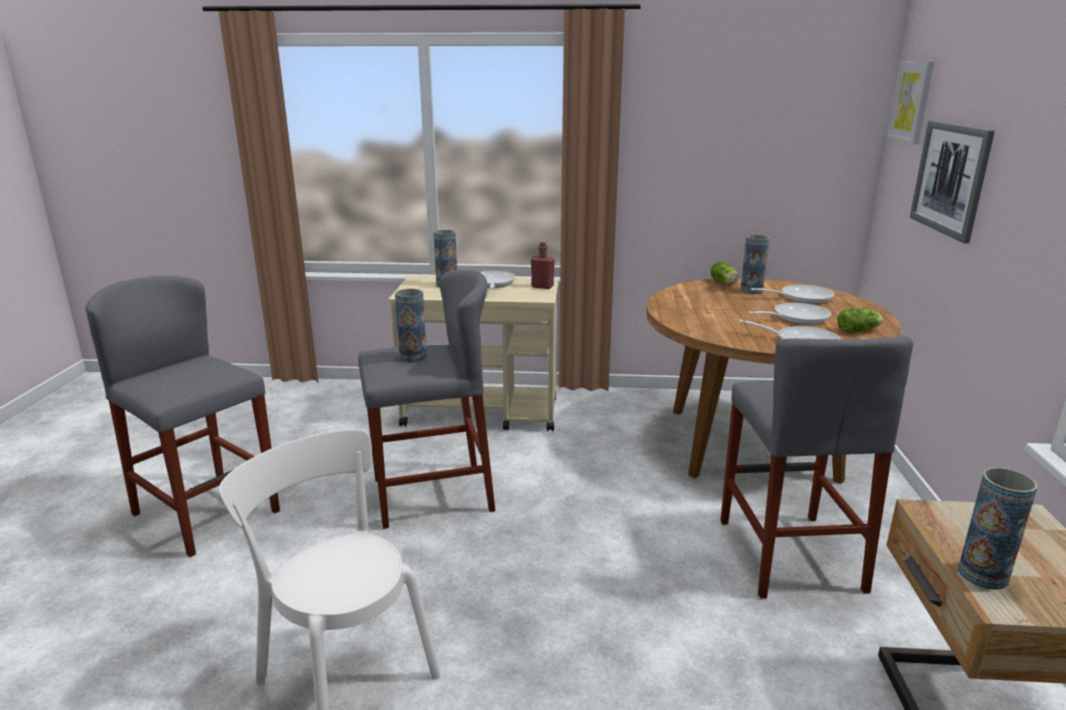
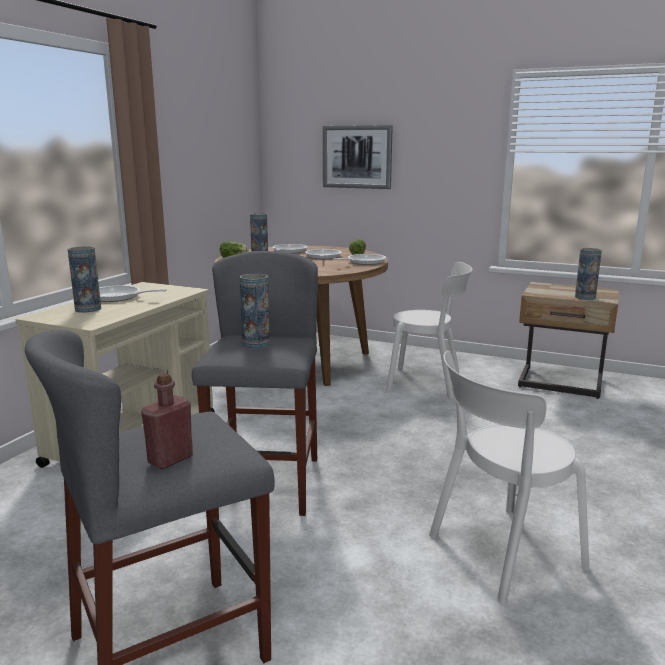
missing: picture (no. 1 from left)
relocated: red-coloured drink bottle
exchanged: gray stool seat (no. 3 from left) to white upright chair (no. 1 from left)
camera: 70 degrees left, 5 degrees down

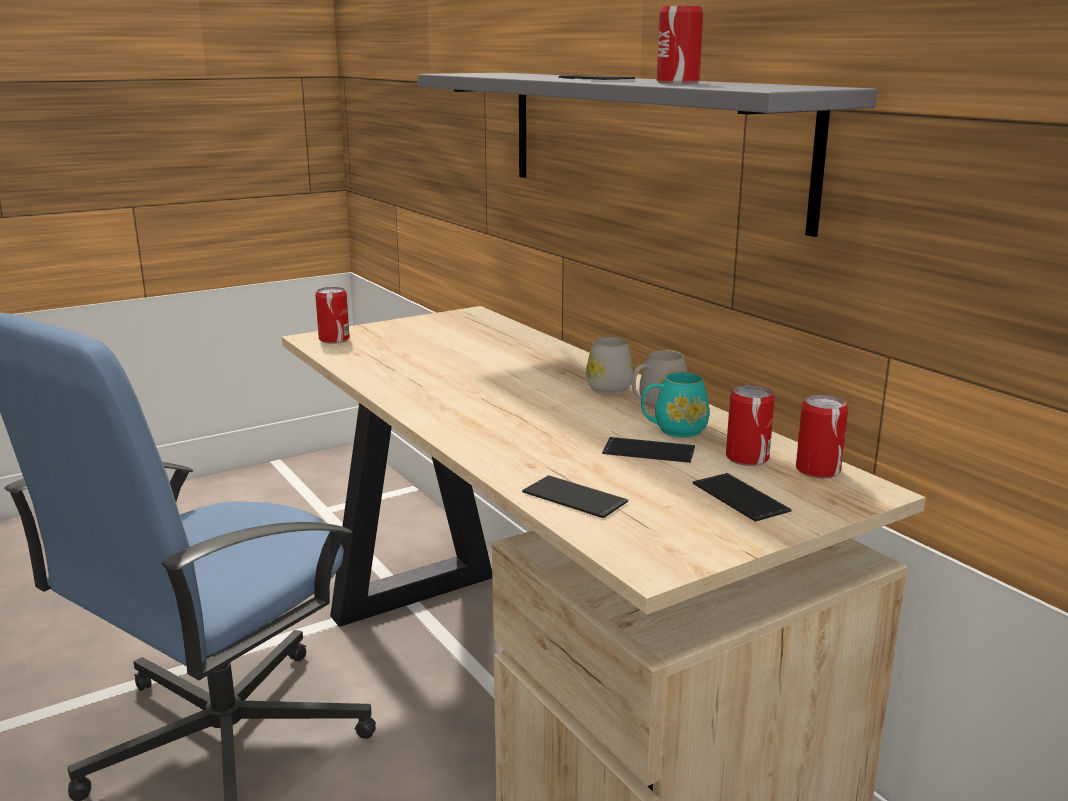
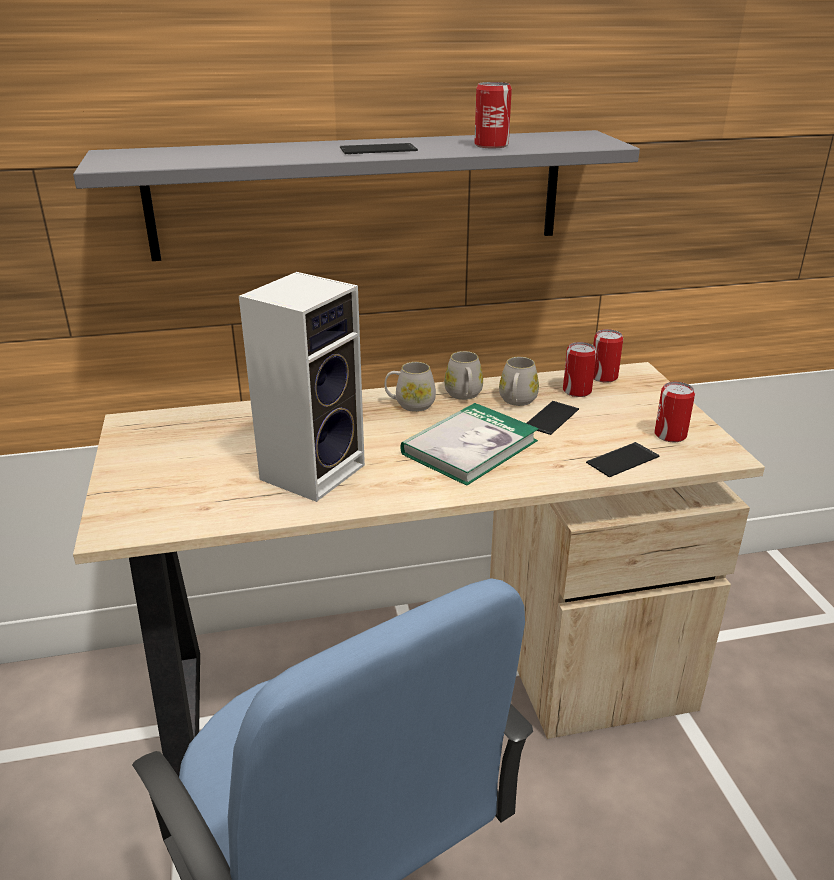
missing: telephone (no. 4 from left)
appeared: speaker; book
relocated: sealed can (no. 1 from left in the first image) to sealed can (no. 4 from left)
colour: turquoise tea mug to white tea mug (no. 3 from left)
camera: 70 degrees left, 10 degrees up

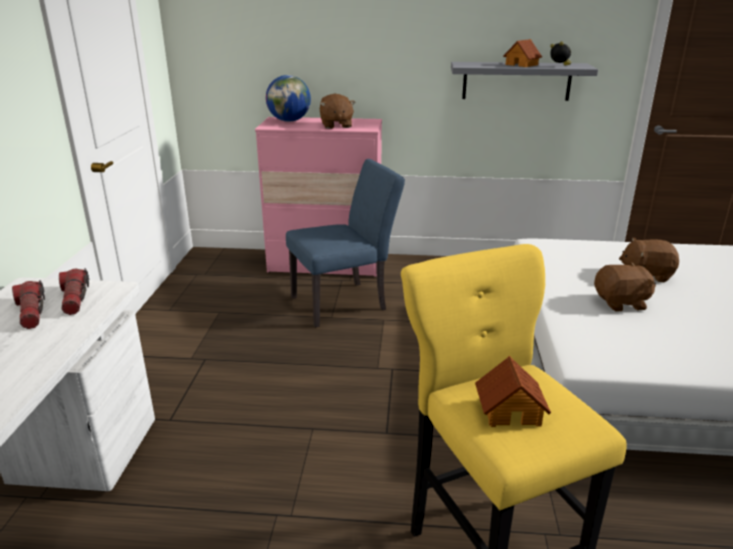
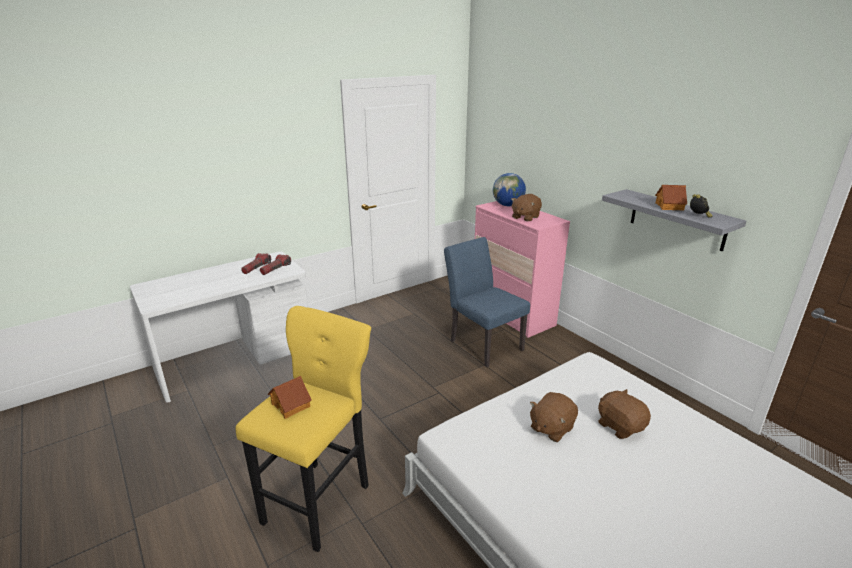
spun: blue upright chair 150 degrees counterclockwise; brown plush toy (no. 2 from left) 90 degrees clockwise
camera: 50 degrees right, 0 degrees up

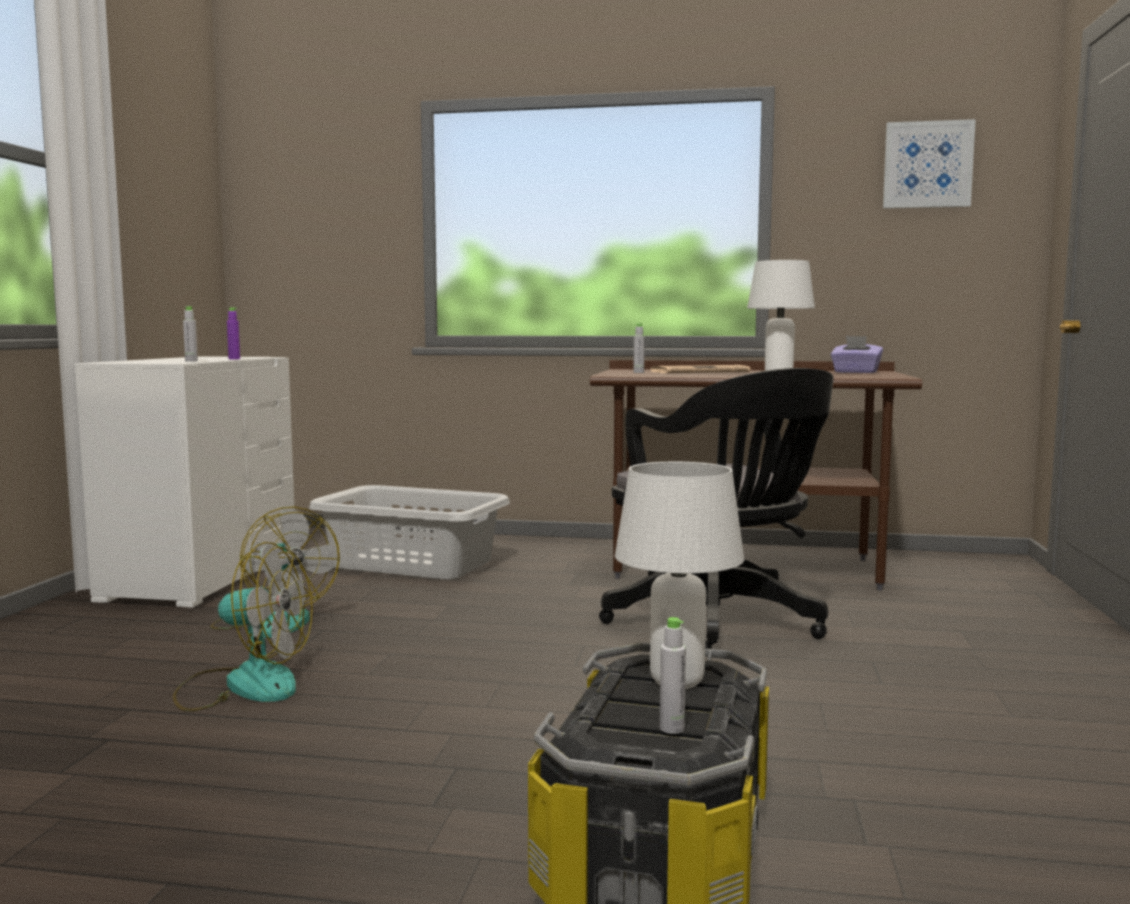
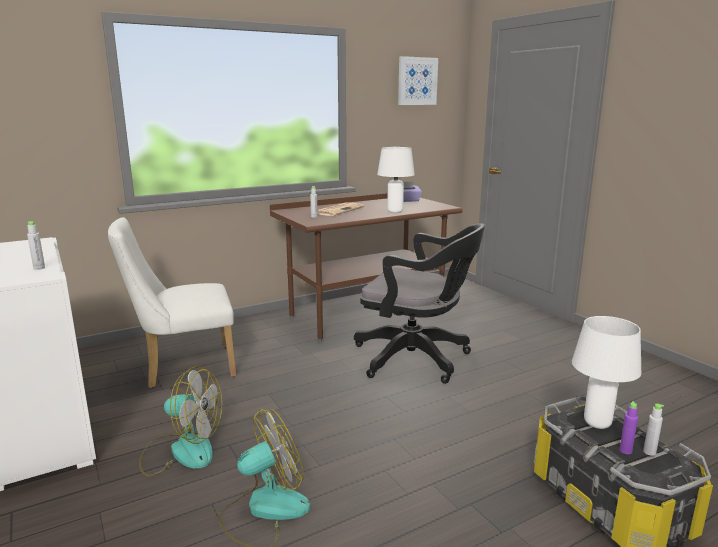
relocated: purple-coloured drink bottle
exchanged: gray laundry basket to white upright chair
camera: 40 degrees left, 10 degrees up

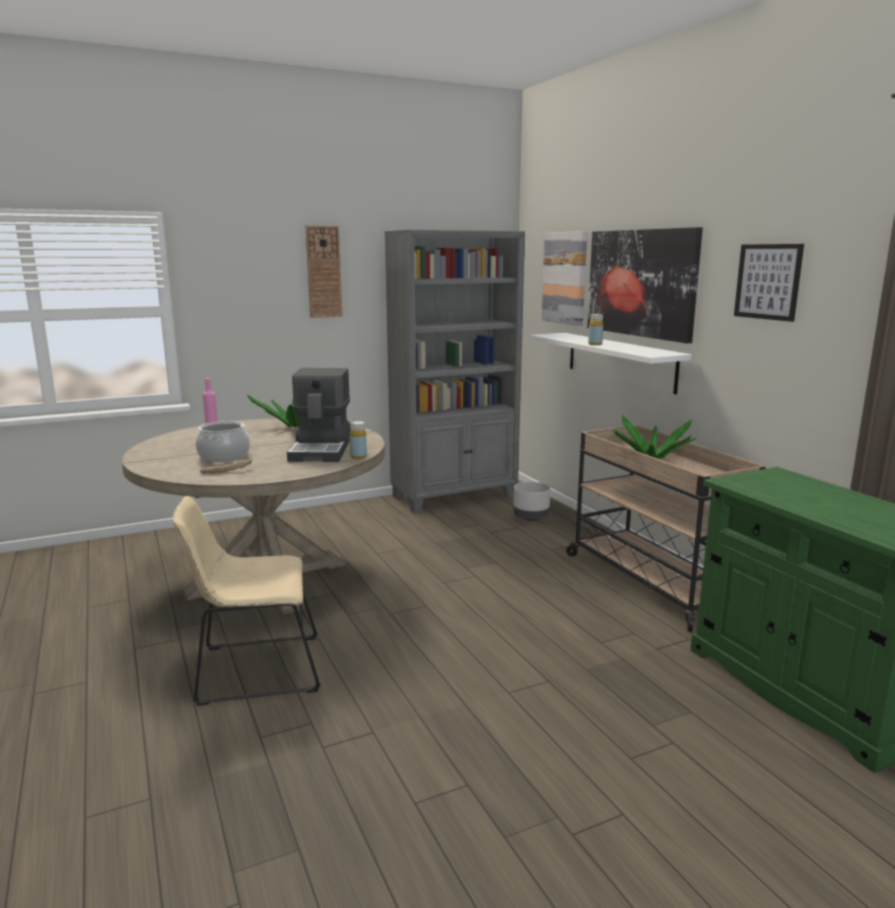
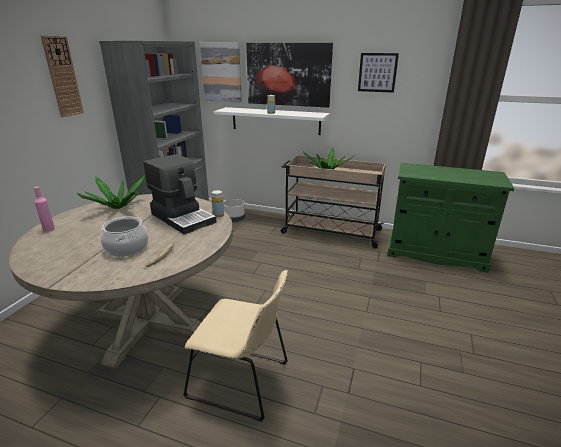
spun: beige upright chair 105 degrees counterclockwise
camera: 45 degrees left, 10 degrees up

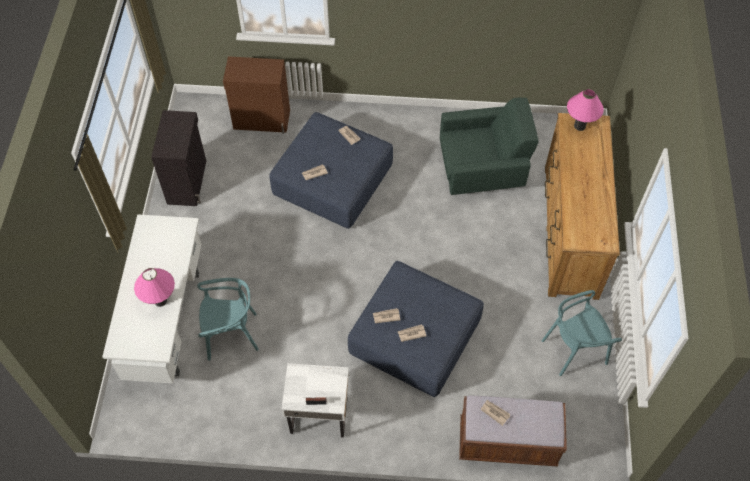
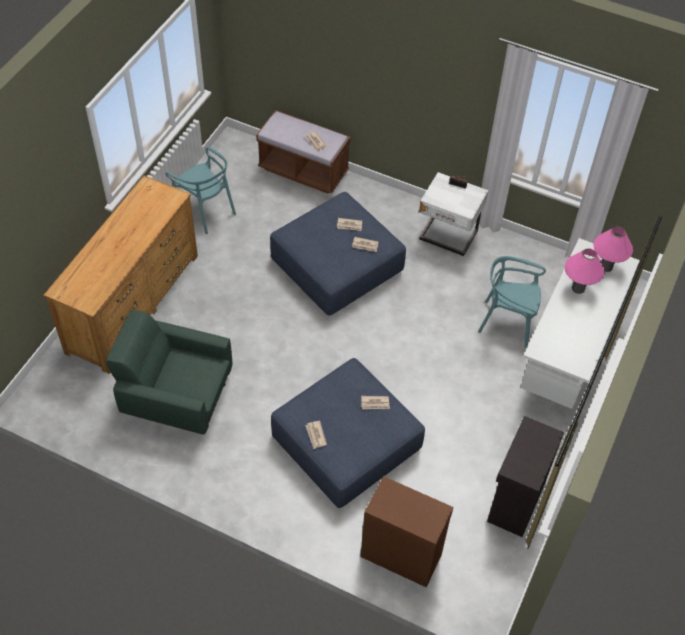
relocated: pink-coloured tabletop lamp (no. 2 from left)
spun: turquoise upright chair (no. 2 from left in the first image) 45 degrees clockwise
camera: 160 degrees left, 5 degrees down

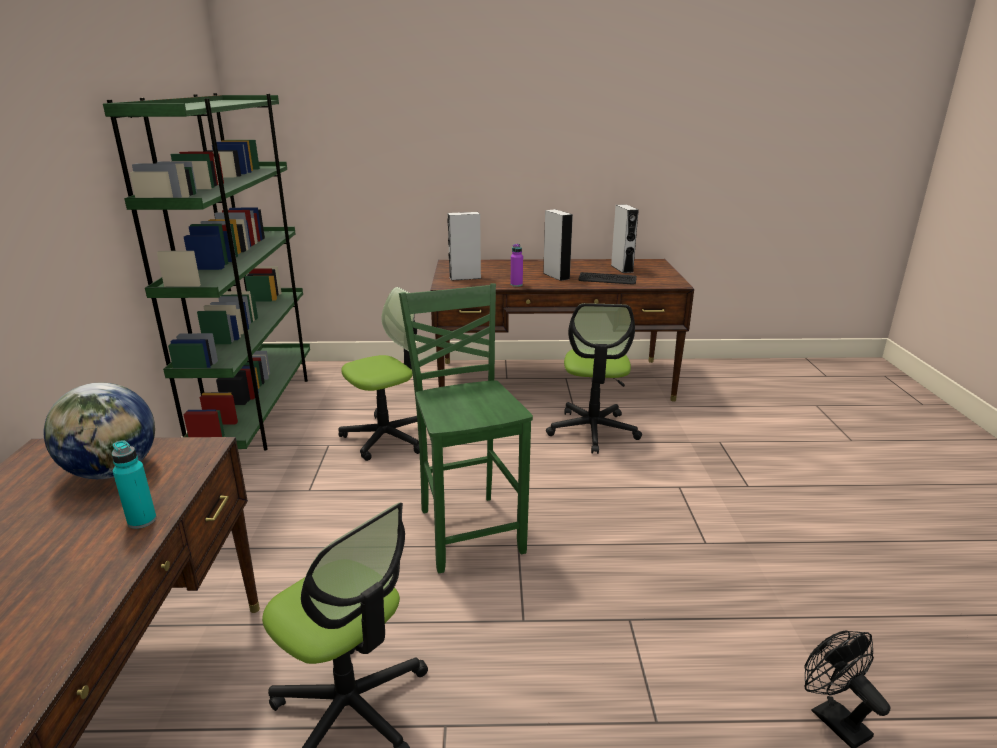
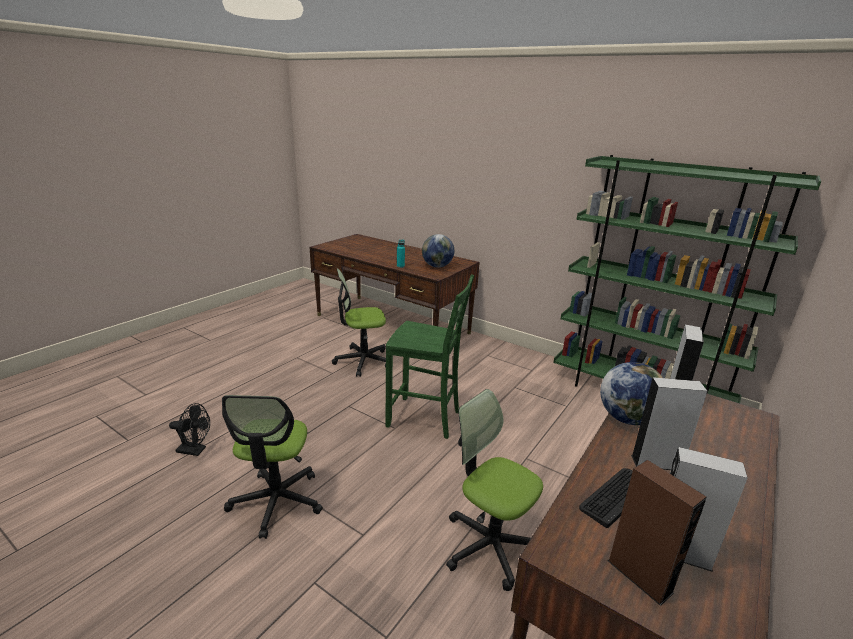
appeared: brown speaker
relocated: desk chair (no. 2 from left in the first image) to desk chair (no. 1 from left)
exchanged: purple-coloured drink bottle to desk globe (no. 2 from left)
camera: 125 degrees right, 0 degrees up

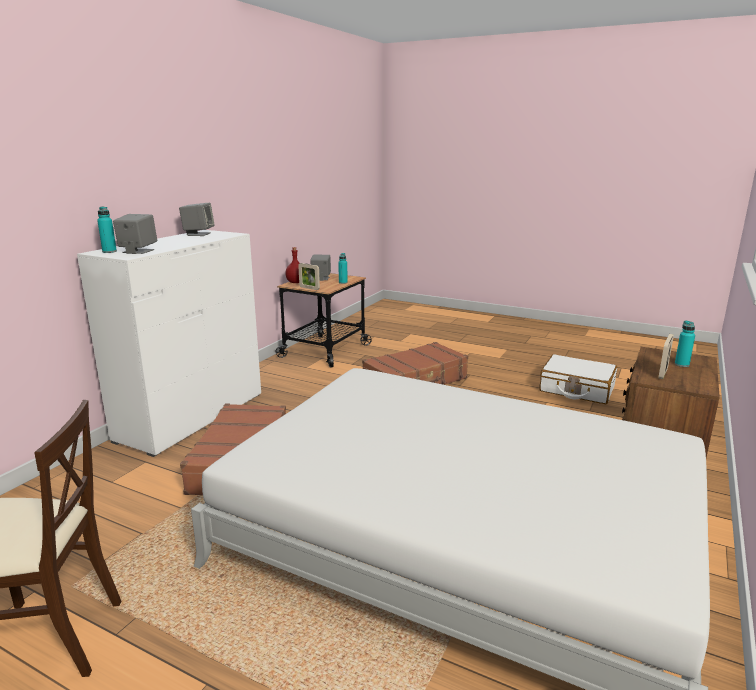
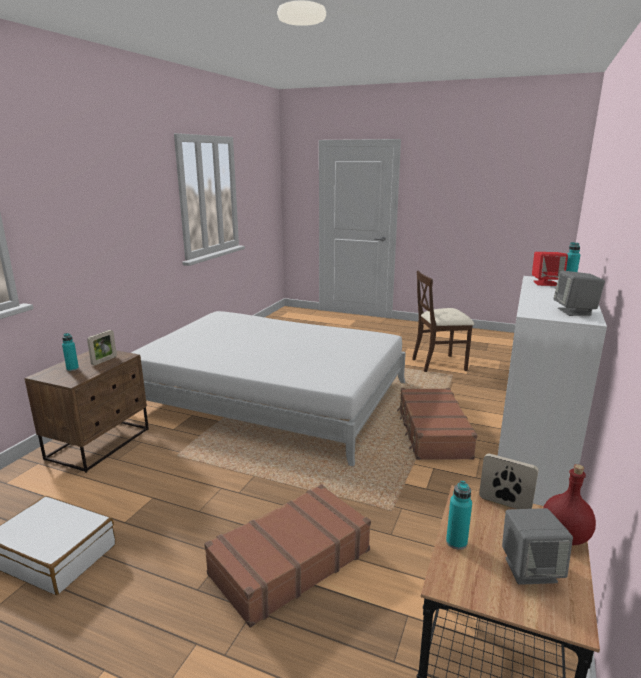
colour: gray speaker (no. 1 from left) to red-coloured speaker
camera: 175 degrees right, 0 degrees up

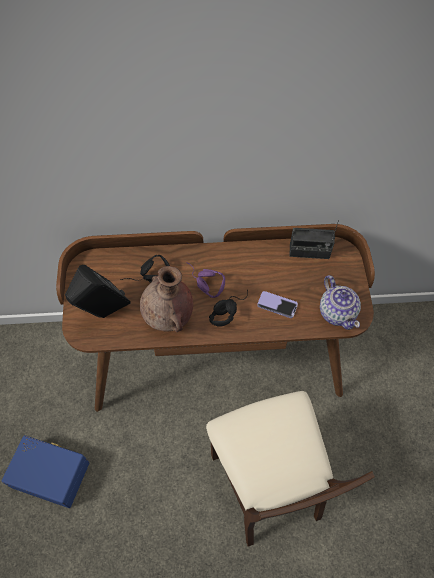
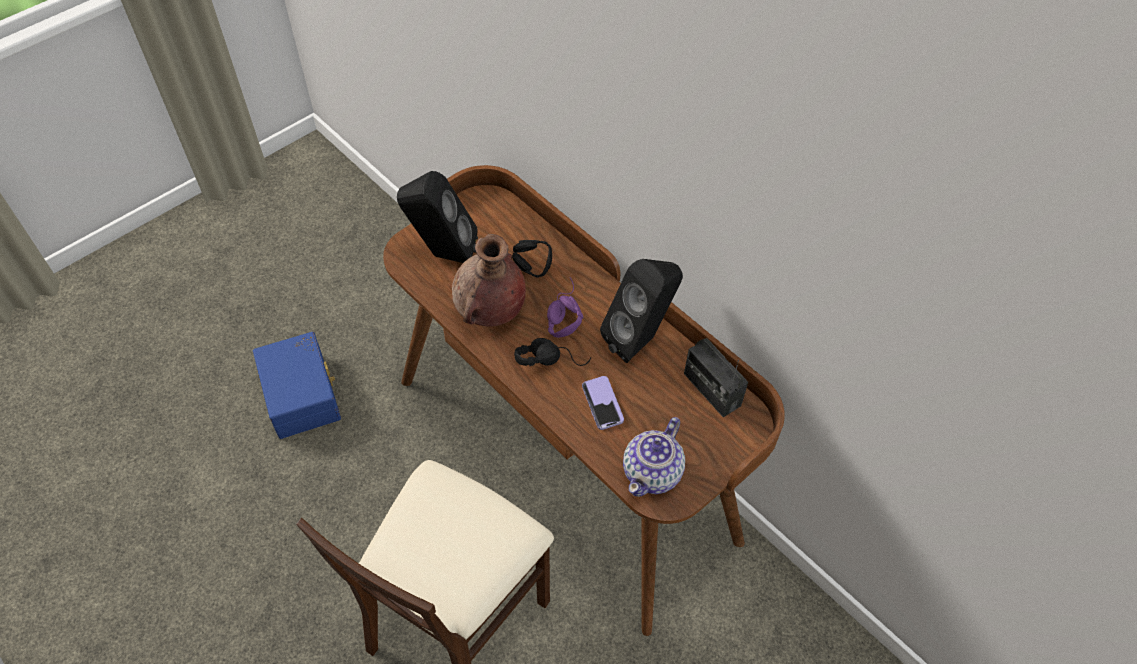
appeared: blackish speaker (no. 2 from left)
camera: 50 degrees right, 5 degrees down

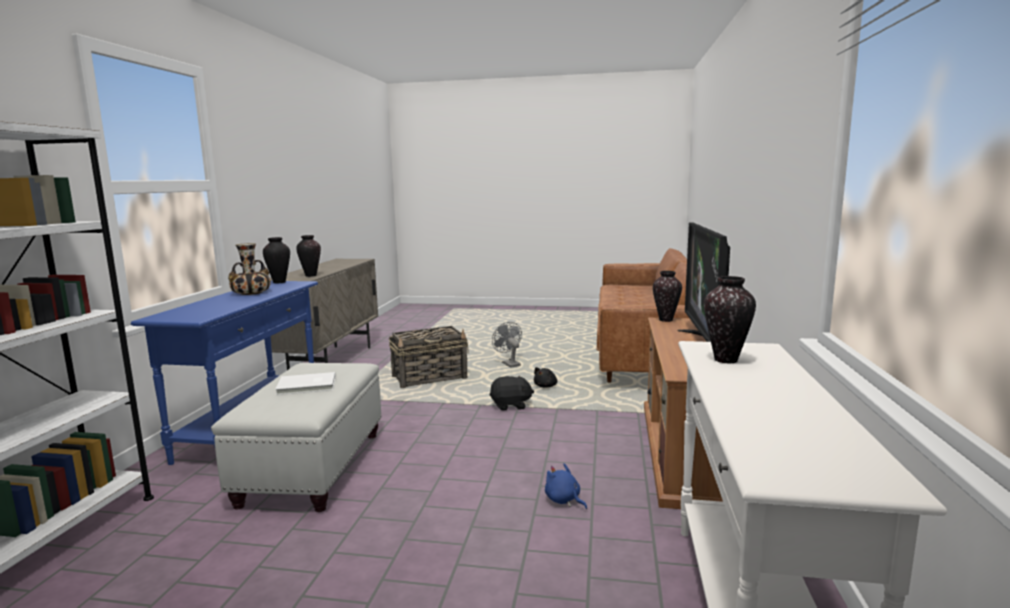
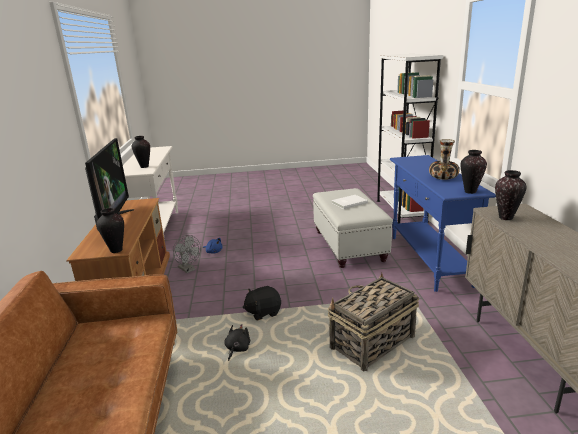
relocated: gray fan
camera: 165 degrees right, 10 degrees up

